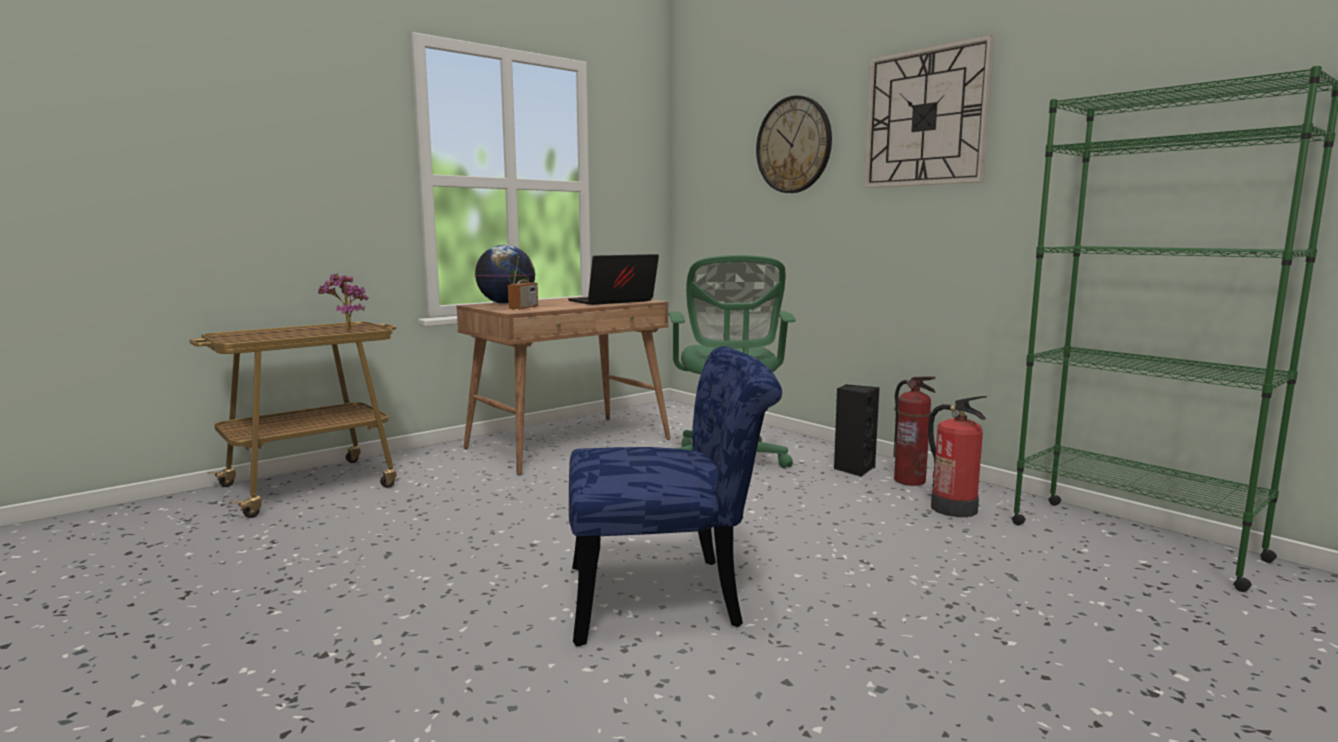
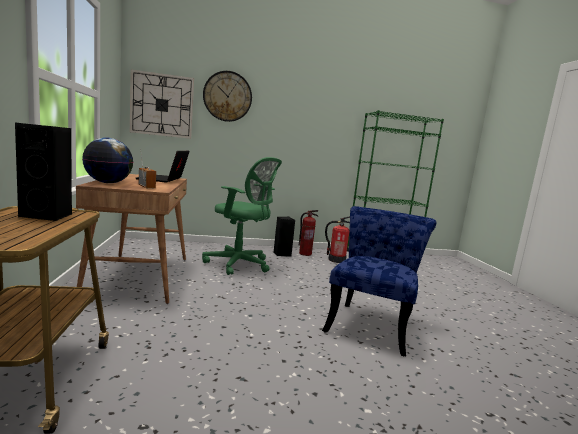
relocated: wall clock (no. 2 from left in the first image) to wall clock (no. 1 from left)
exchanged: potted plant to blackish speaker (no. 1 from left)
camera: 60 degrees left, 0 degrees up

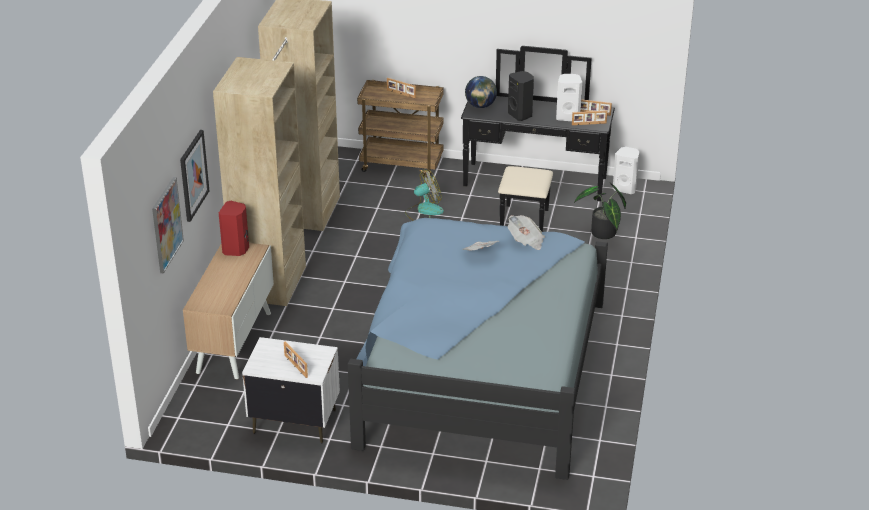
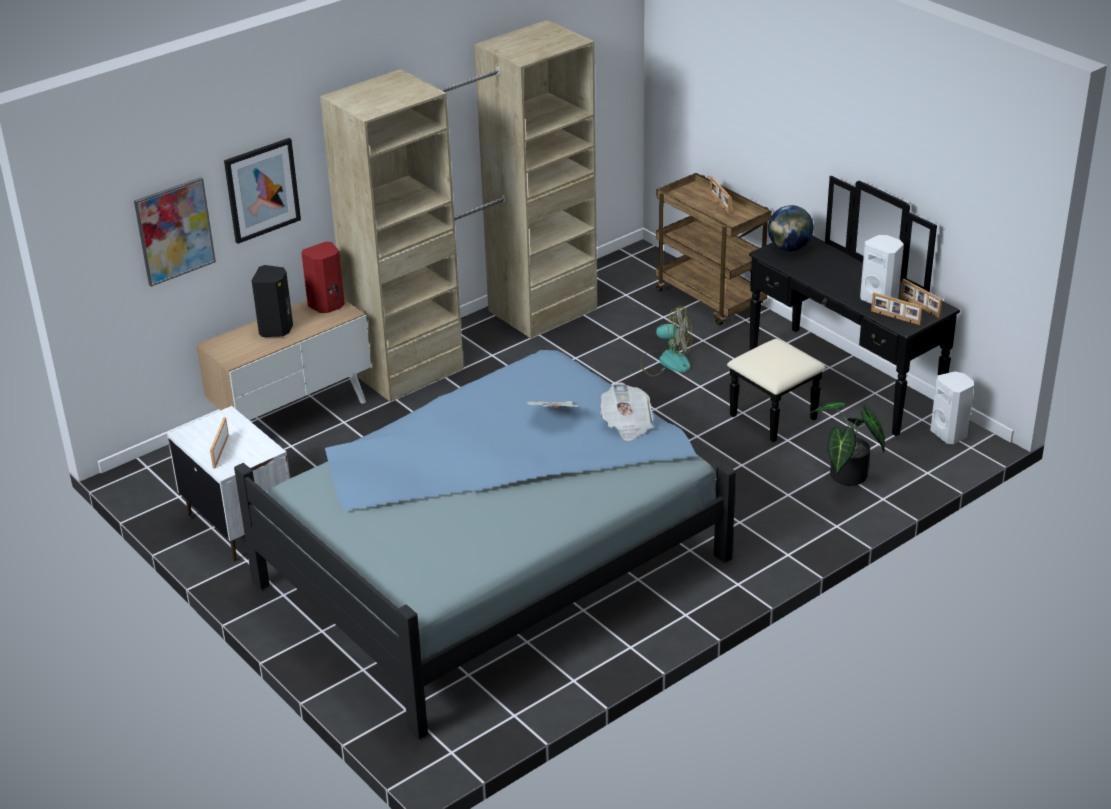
relocated: blackish speaker
camera: 40 degrees right, 0 degrees up

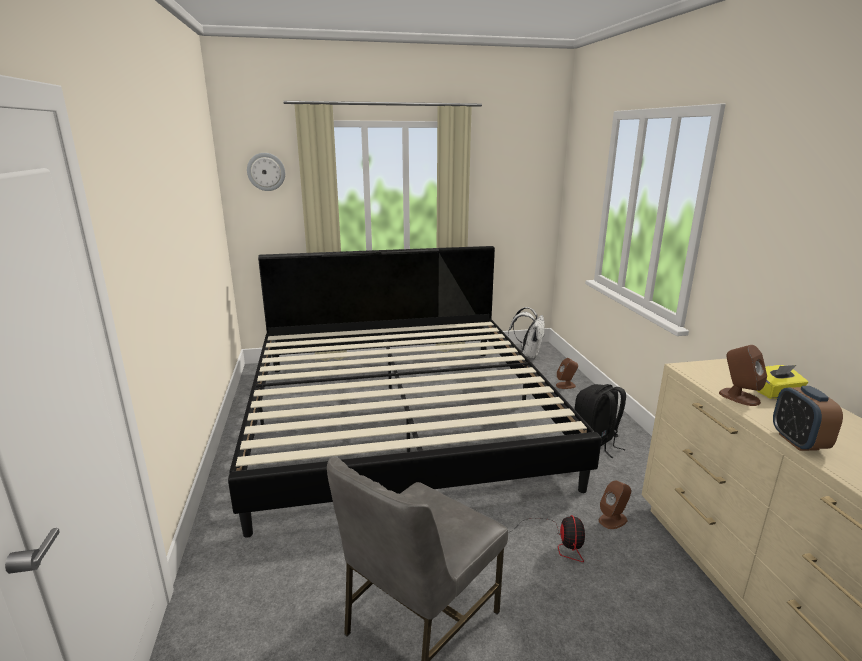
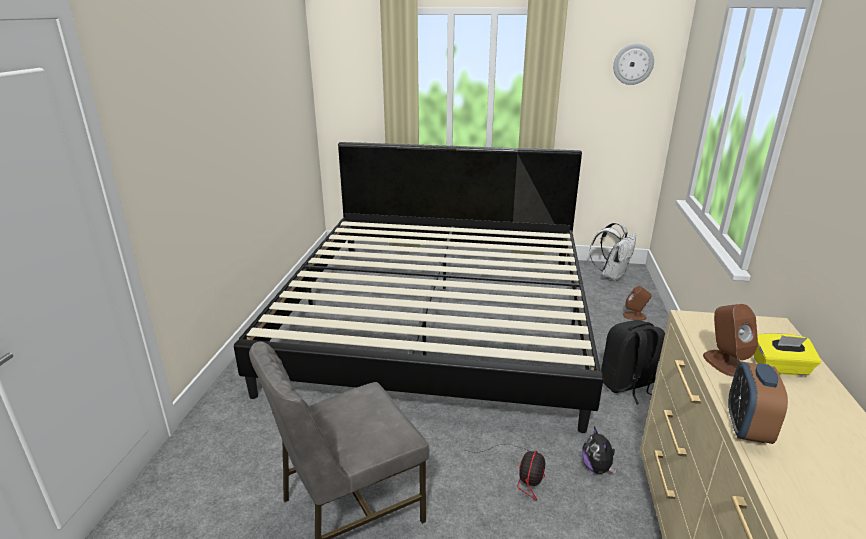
relocated: wall clock
exchanged: brown speaker (no. 2 from left) to plush toy
camera: 20 degrees right, 5 degrees up

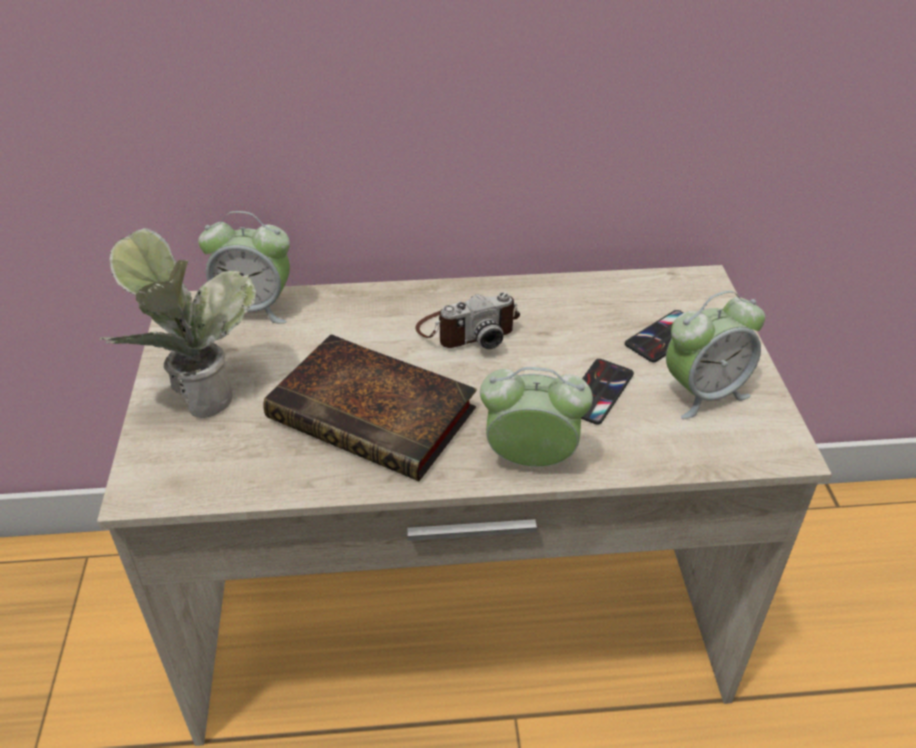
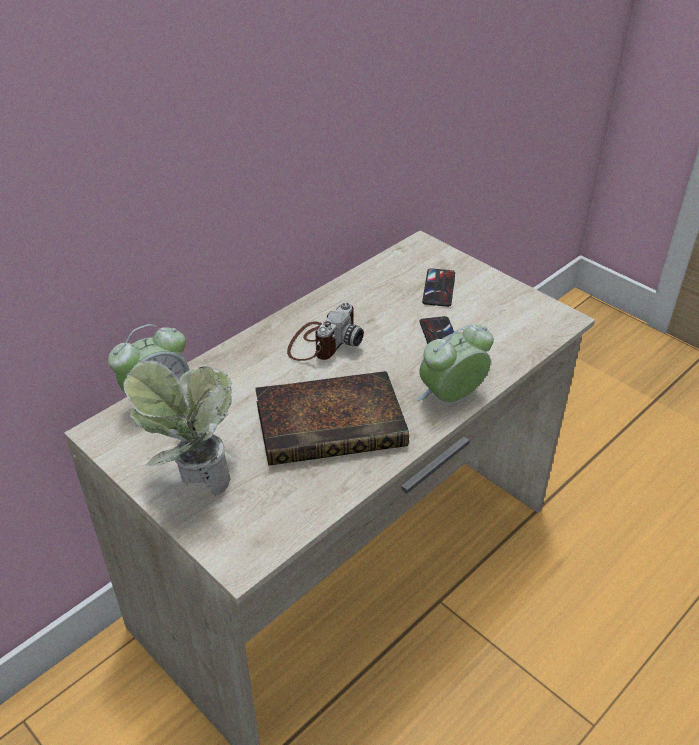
missing: alarm clock (no. 3 from left)
camera: 40 degrees left, 0 degrees up

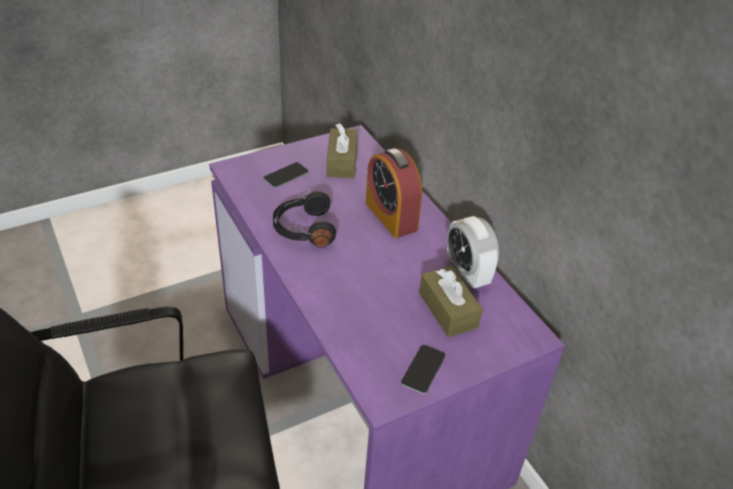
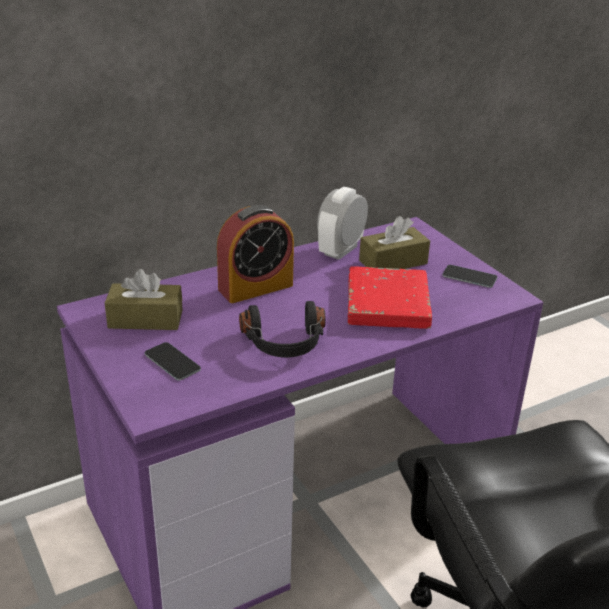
appeared: red-coloured book
spun: alarm clock (no. 2 from left) 150 degrees clockwise
camera: 90 degrees left, 10 degrees down

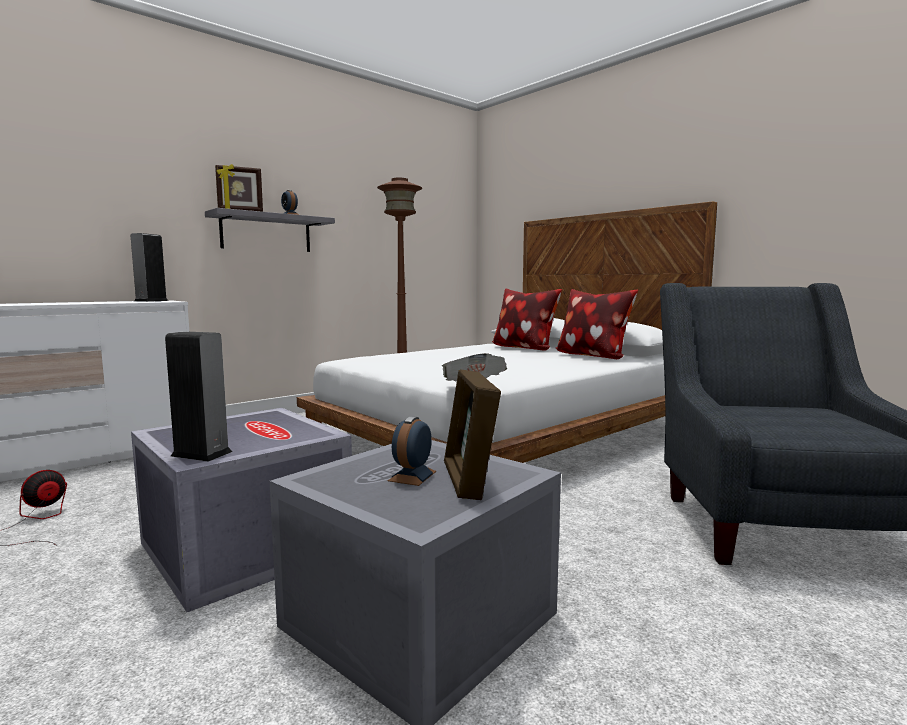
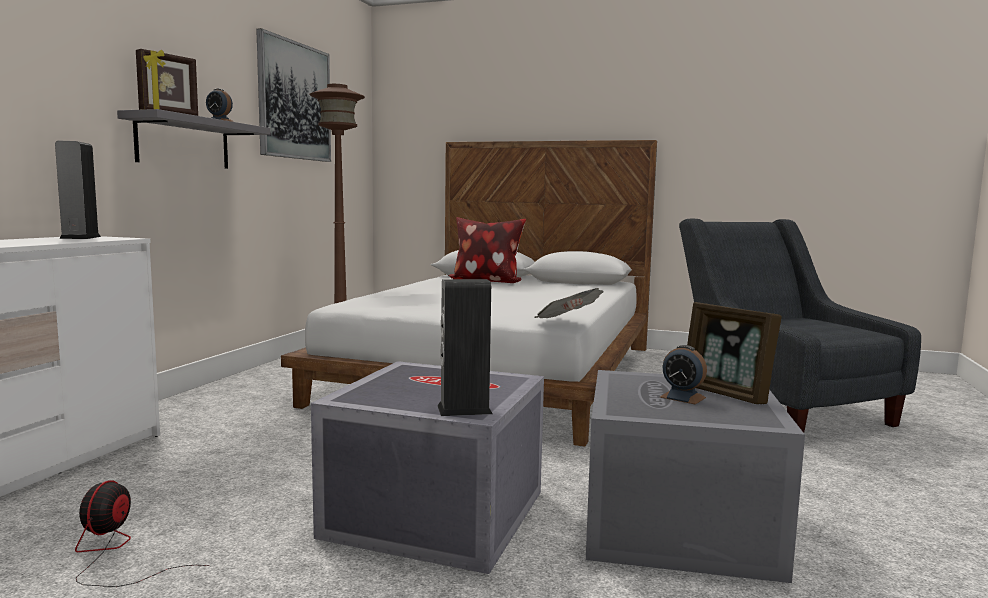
missing: pillow (no. 2 from left)
appeared: picture
spun: alarm clock (no. 2 from left) 45 degrees counterclockwise
camera: 30 degrees left, 0 degrees up

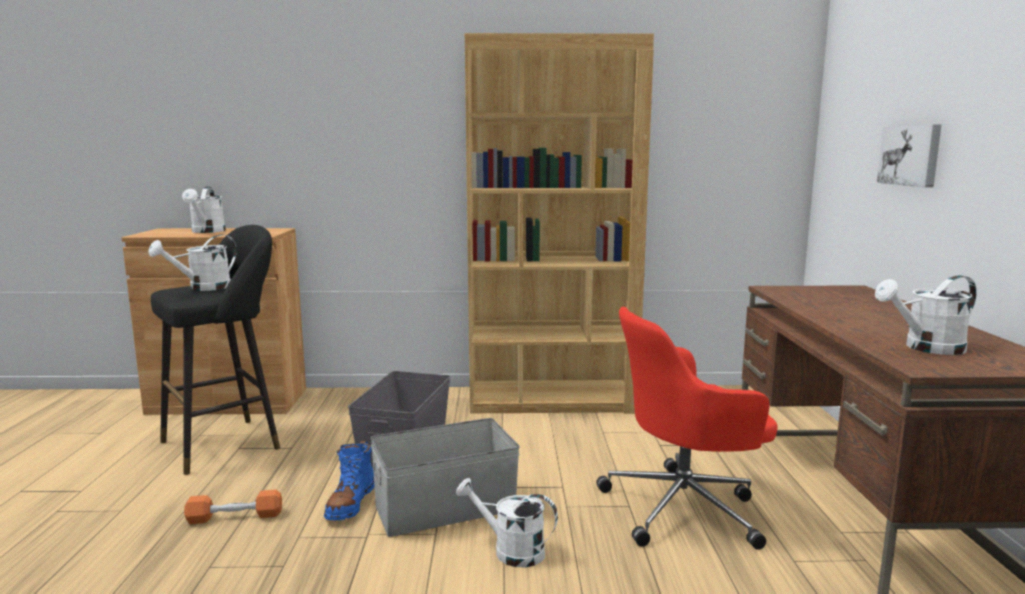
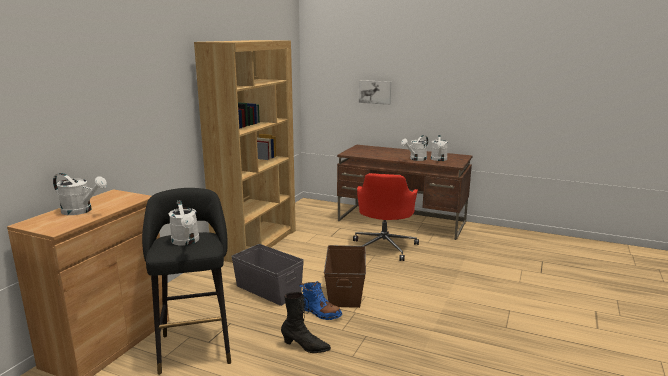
relocated: white sprinkling can (no. 3 from left)
exchanged: orange-coloured dumbbell to blackish boot
colour: gray storage bin (no. 2 from left) to brown storage bin
camera: 65 degrees left, 5 degrees up

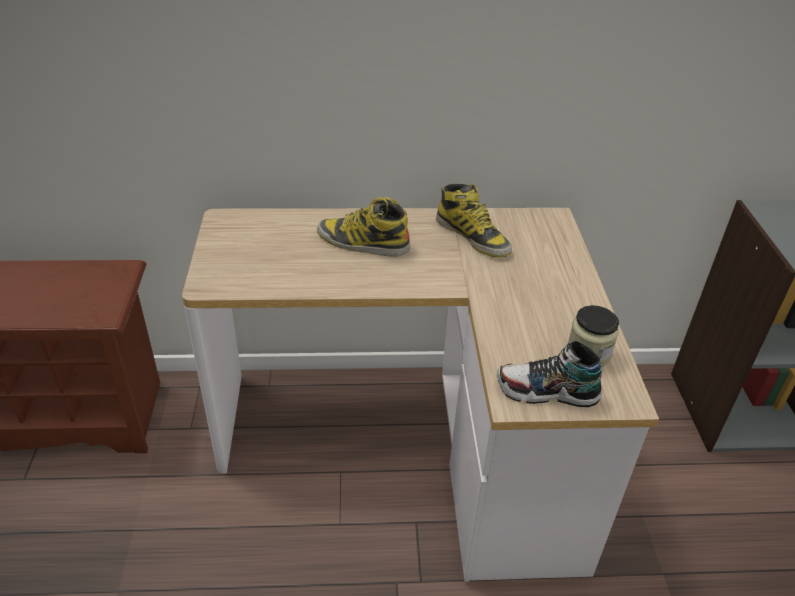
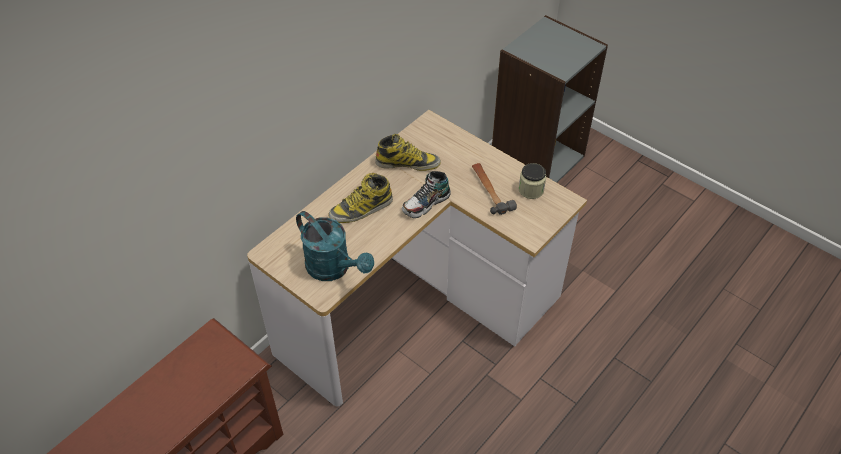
appeared: turquoise sprinkling can; tool hammer
relocated: item of footwear
camera: 45 degrees left, 10 degrees up

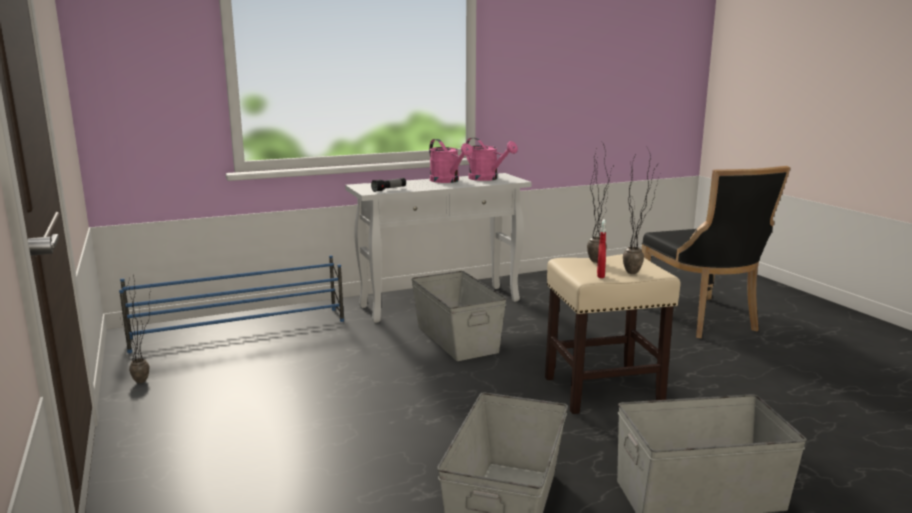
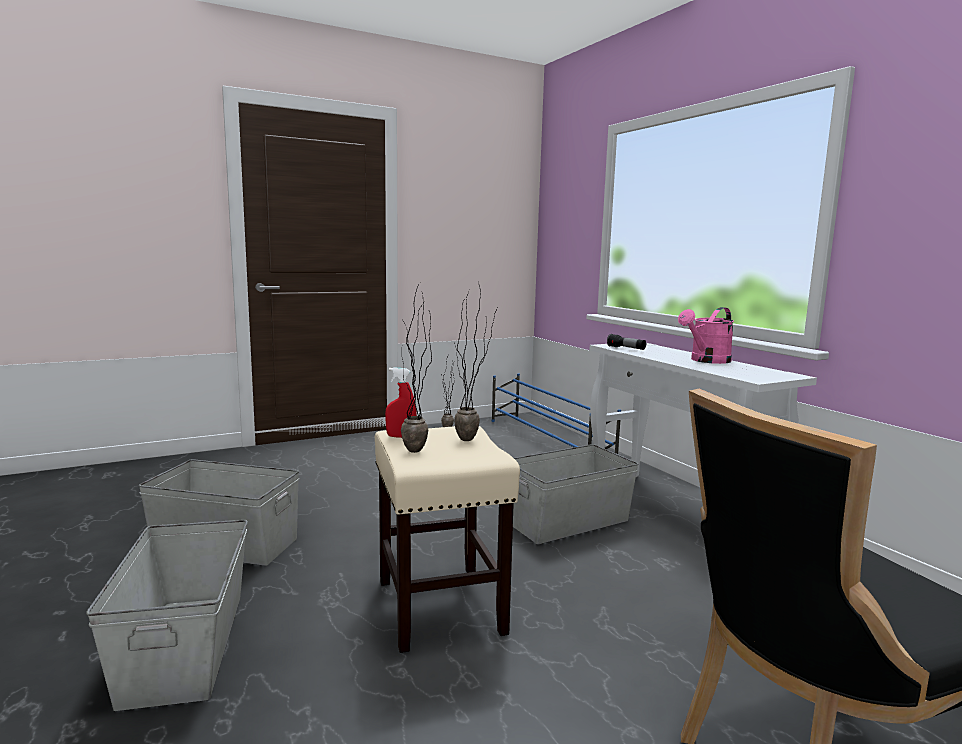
missing: pink-coloured sprinkling can (no. 2 from left)
camera: 85 degrees right, 5 degrees down

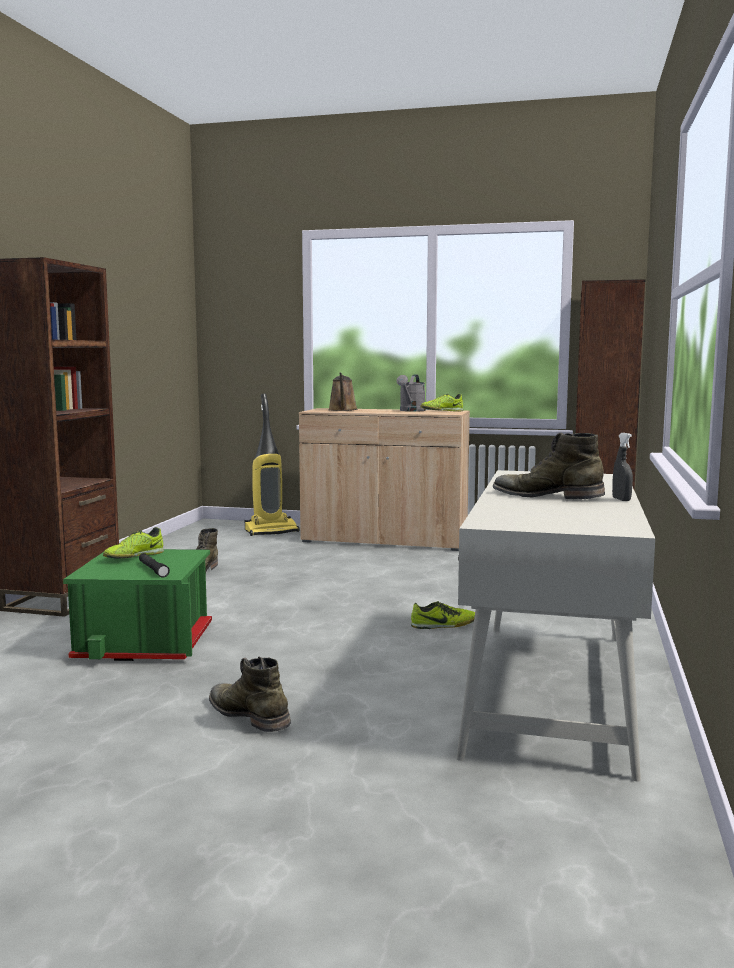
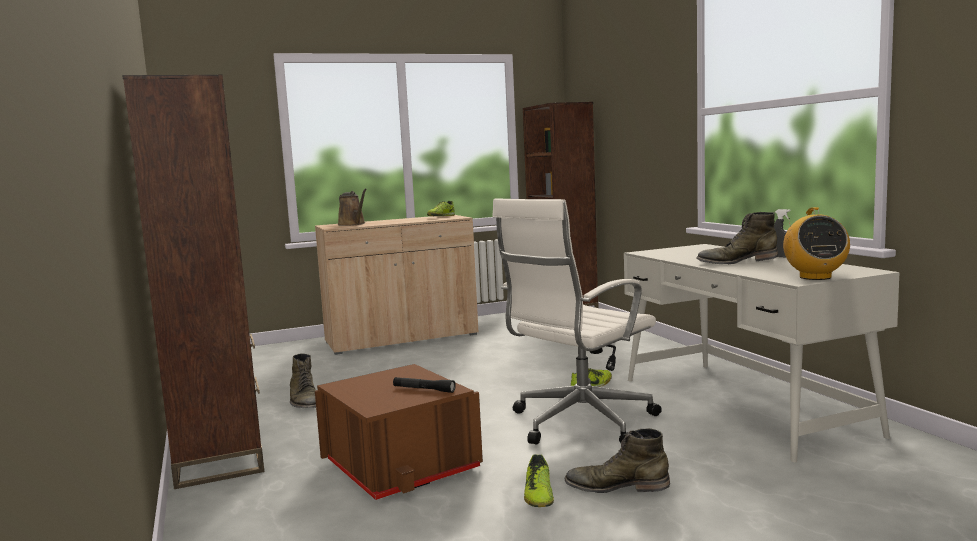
missing: vacuum; gray sprinkling can
appeared: white desk chair; radio set
relocated: item of footwear (no. 1 from left in the first image) to item of footwear (no. 2 from left)
colour: green-coloured storage bin to brown storage bin
camera: 35 degrees left, 0 degrees up

